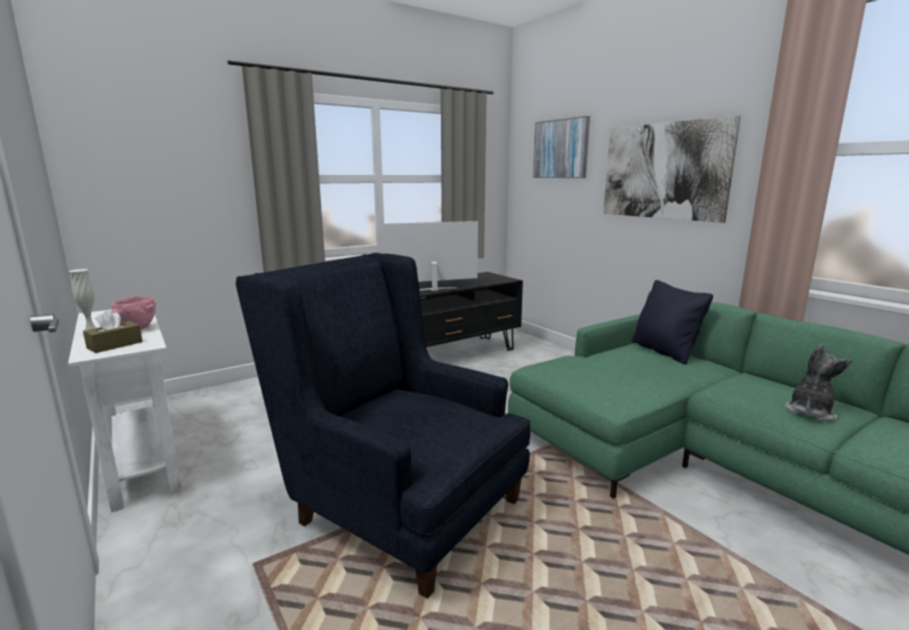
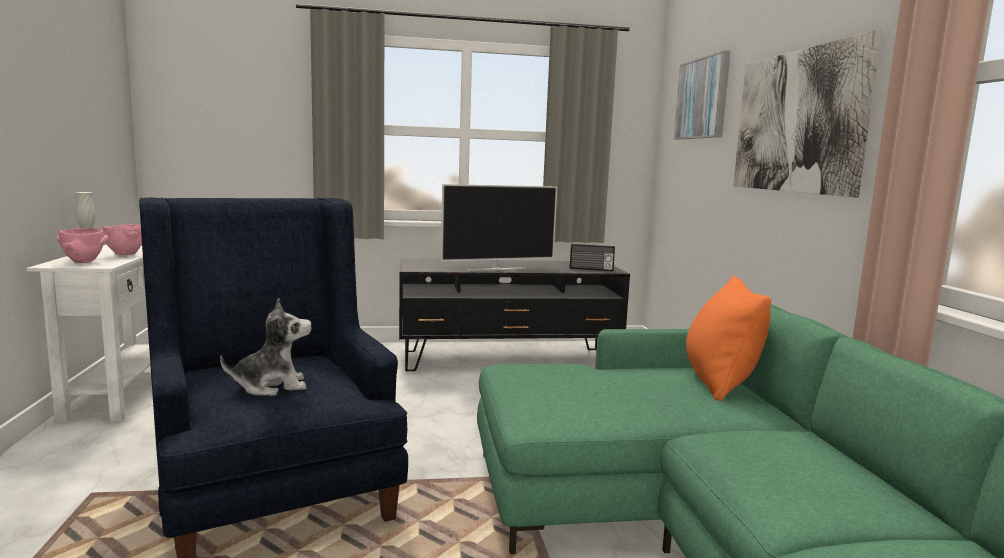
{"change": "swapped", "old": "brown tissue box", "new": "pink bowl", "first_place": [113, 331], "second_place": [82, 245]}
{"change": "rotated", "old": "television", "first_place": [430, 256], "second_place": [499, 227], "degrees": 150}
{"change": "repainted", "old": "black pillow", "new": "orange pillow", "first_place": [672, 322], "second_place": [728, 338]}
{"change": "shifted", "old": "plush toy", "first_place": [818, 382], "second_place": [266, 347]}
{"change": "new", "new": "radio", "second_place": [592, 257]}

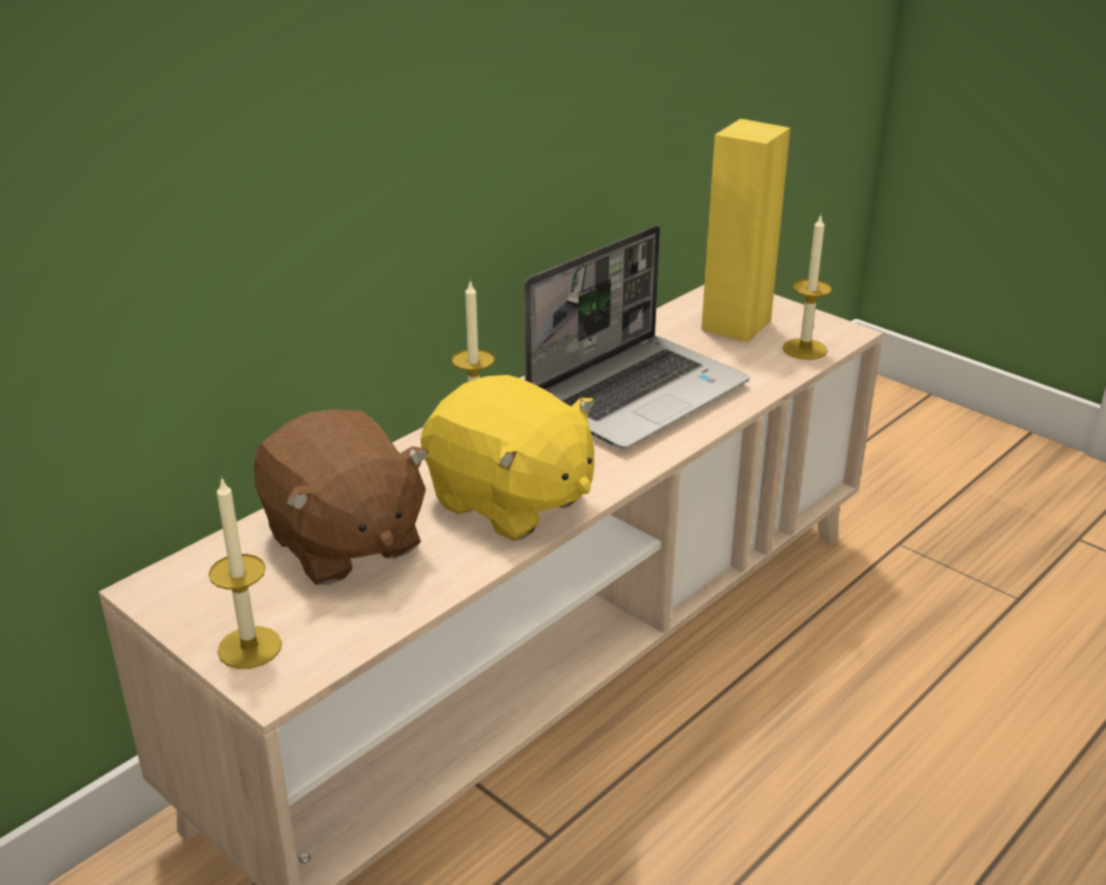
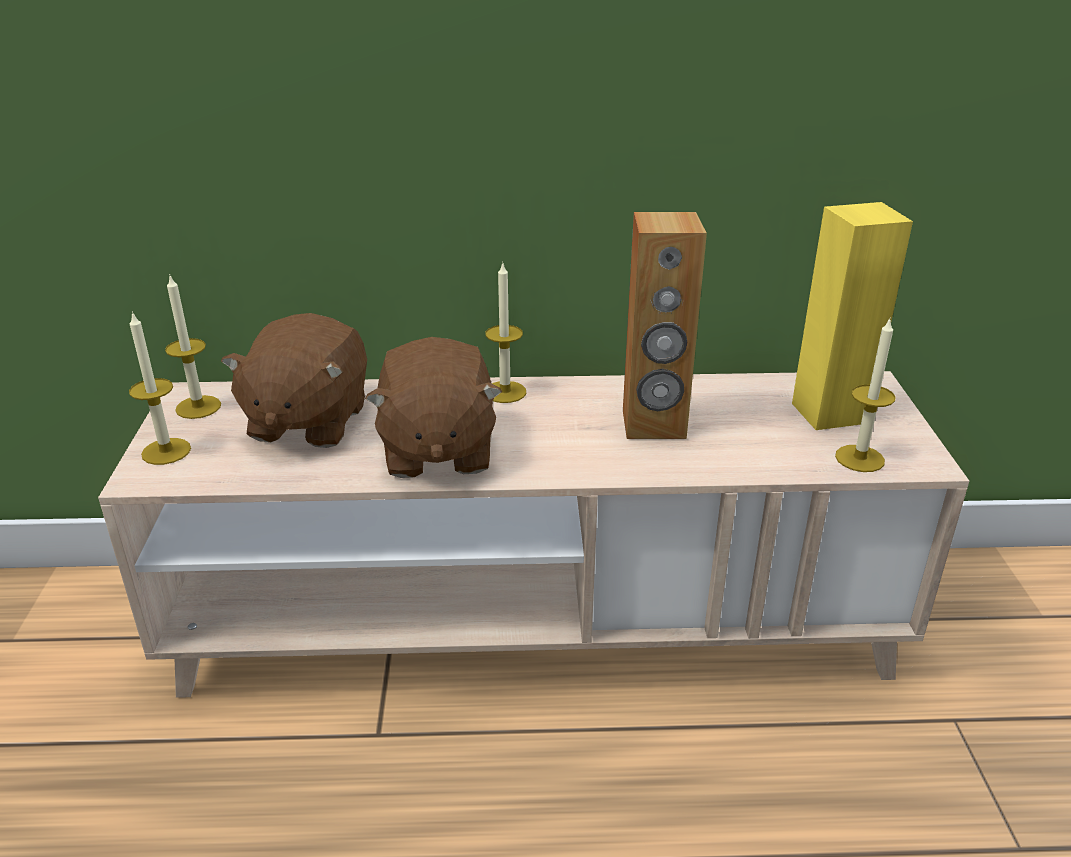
{"change": "repainted", "old": "yellow plush toy", "new": "brown plush toy", "first_place": [507, 458], "second_place": [433, 407]}
{"change": "swapped", "old": "laptop", "new": "brown speaker", "first_place": [637, 337], "second_place": [665, 325]}
{"change": "new", "new": "candle", "second_place": [193, 346]}

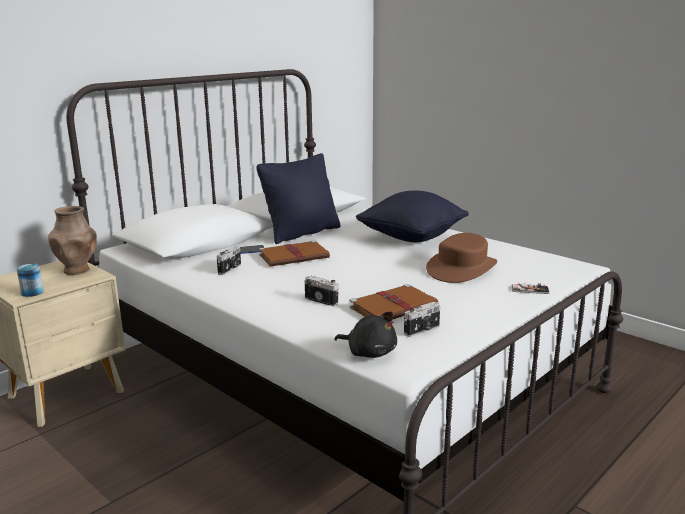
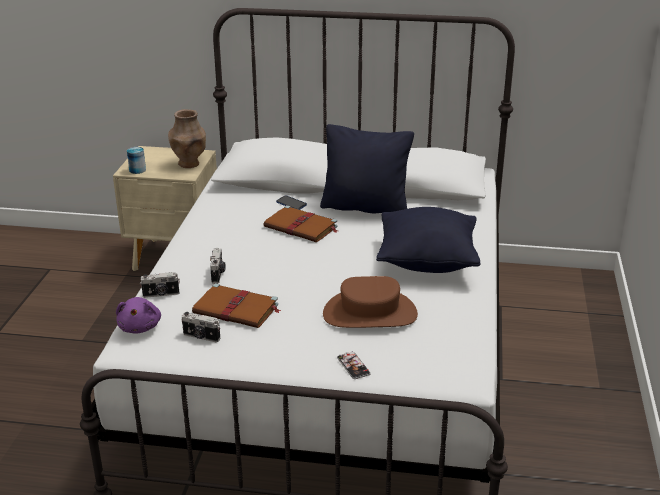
{"change": "shifted", "old": "photo camera", "first_place": [229, 260], "second_place": [160, 285]}
{"change": "repainted", "old": "black plush toy", "new": "purple plush toy", "first_place": [366, 334], "second_place": [138, 315]}

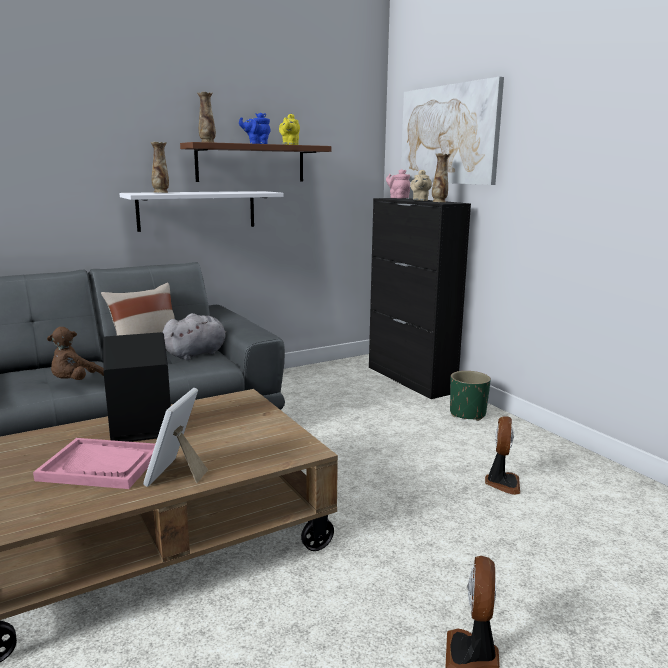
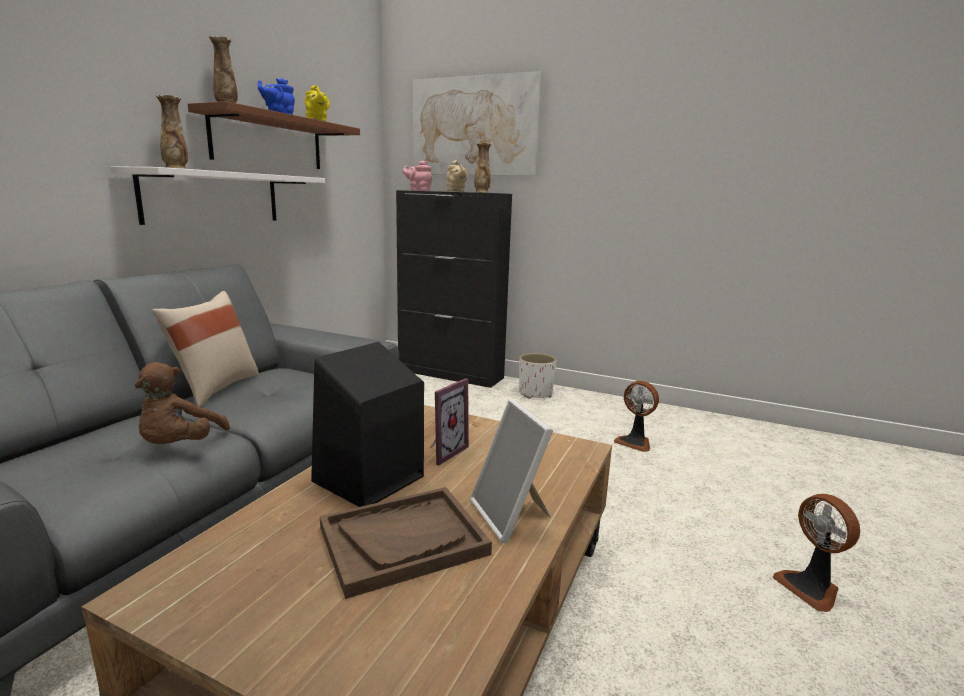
{"change": "repainted", "old": "pink tray", "new": "brown tray", "first_place": [94, 463], "second_place": [406, 543]}
{"change": "gone", "old": "grey plush toy", "first_place": [194, 336]}
{"change": "repainted", "old": "green planter", "new": "white planter", "first_place": [470, 396], "second_place": [537, 376]}
{"change": "rotated", "old": "fan", "first_place": [502, 455], "second_place": [636, 416], "degrees": 150}
{"change": "new", "new": "picture frame", "second_place": [450, 421]}

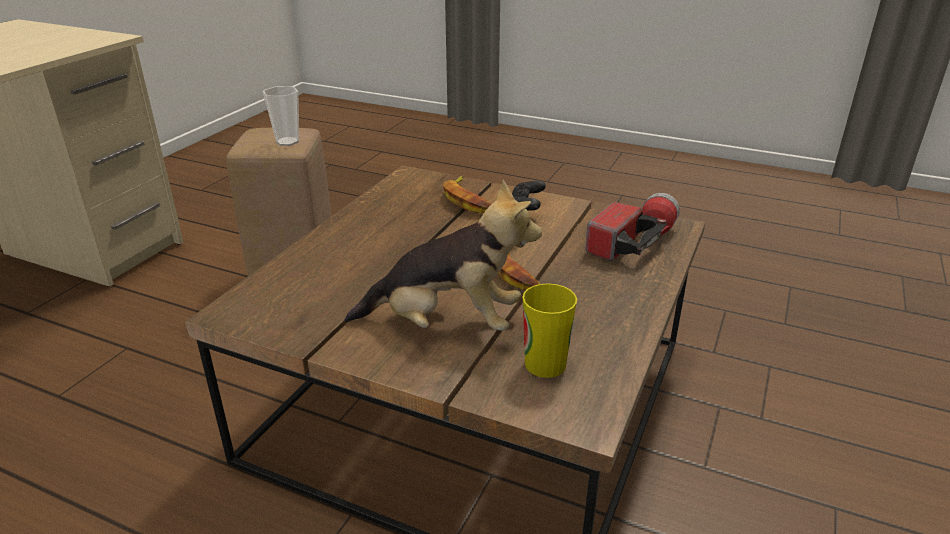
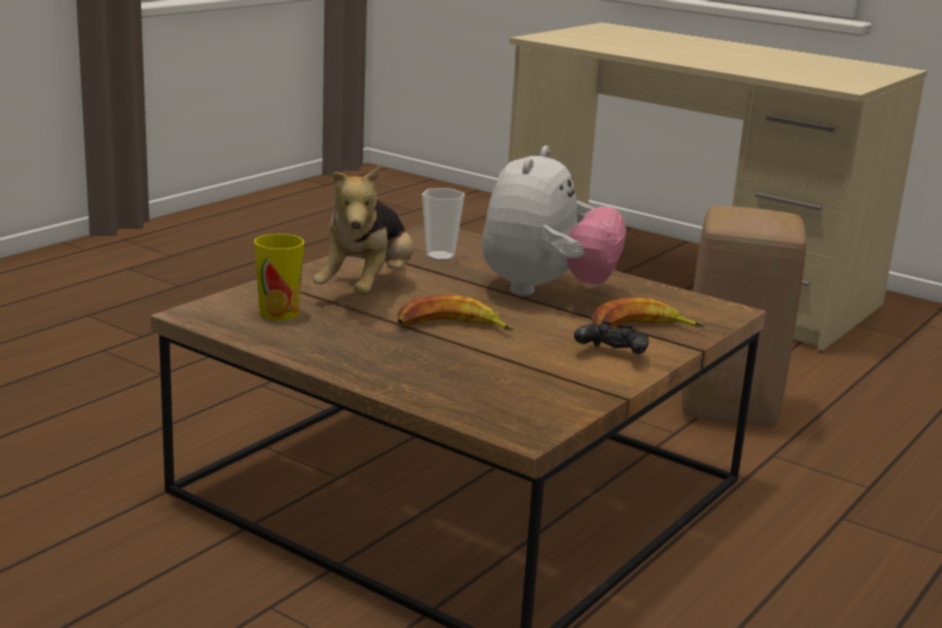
{"change": "shifted", "old": "cup", "first_place": [281, 116], "second_place": [443, 224]}
{"change": "gone", "old": "flashlight", "first_place": [632, 227]}
{"change": "new", "new": "plush toy", "second_place": [554, 221]}

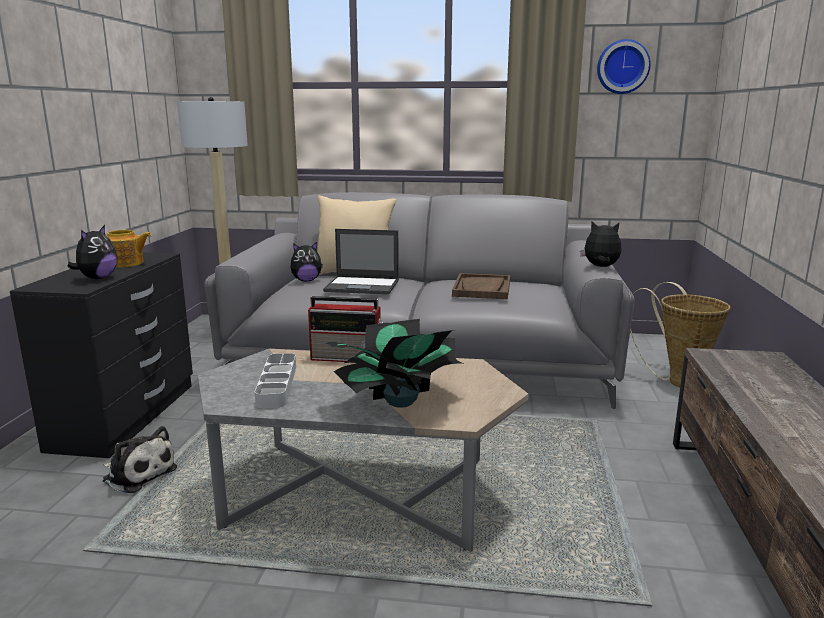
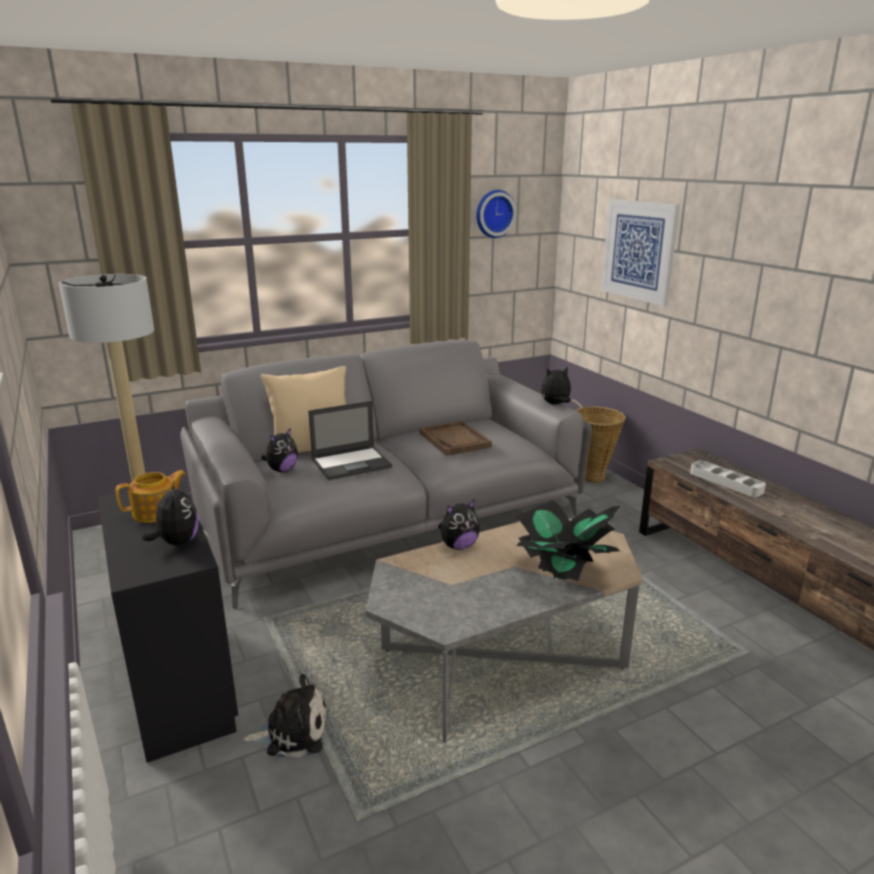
{"change": "shifted", "old": "grey tray", "first_place": [275, 380], "second_place": [728, 478]}
{"change": "swapped", "old": "radio", "new": "plush toy", "first_place": [346, 329], "second_place": [459, 524]}
{"change": "new", "new": "picture", "second_place": [640, 252]}

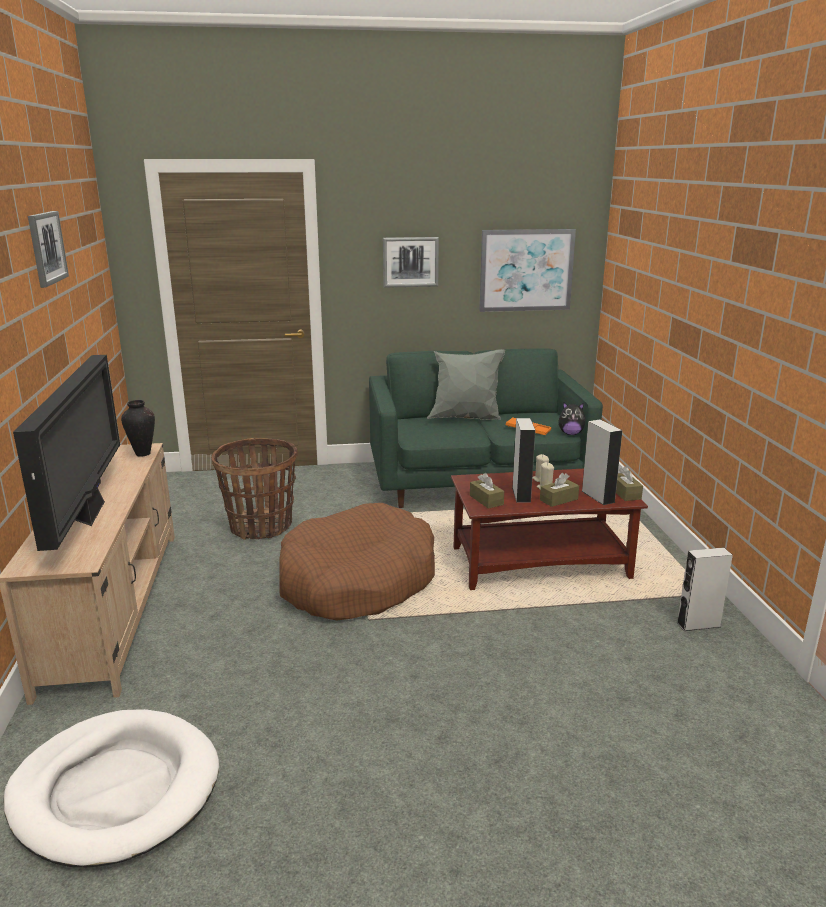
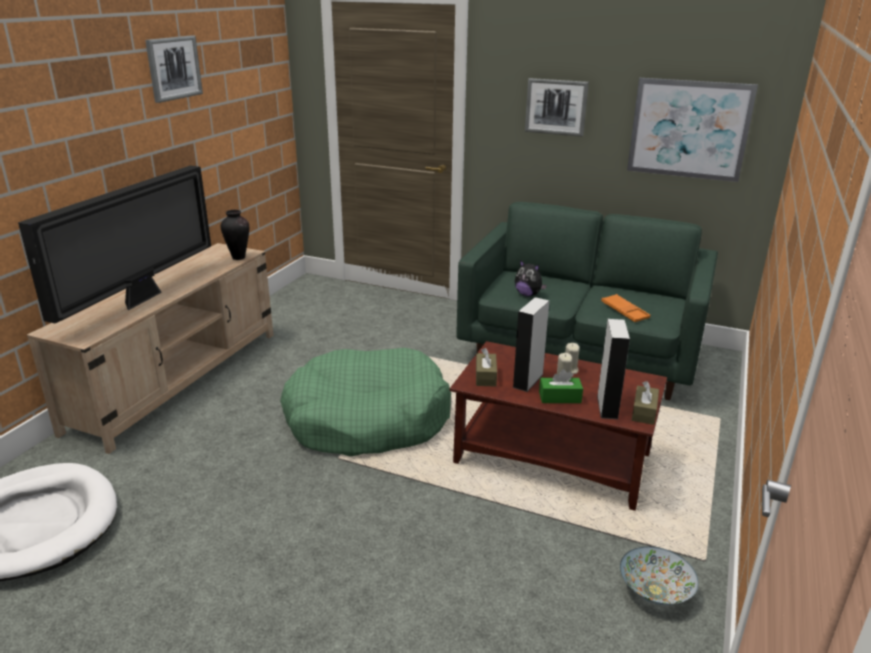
{"change": "gone", "old": "basket", "first_place": [255, 489]}
{"change": "repainted", "old": "brown dog bed", "new": "green dog bed", "first_place": [357, 562], "second_place": [365, 402]}
{"change": "gone", "old": "grey pillow", "first_place": [466, 384]}
{"change": "repainted", "old": "brown tissue box", "new": "green tissue box", "first_place": [559, 490], "second_place": [561, 386]}
{"change": "shifted", "old": "plush toy", "first_place": [571, 418], "second_place": [531, 278]}
{"change": "swapped", "old": "grey speaker", "new": "bowl", "first_place": [704, 589], "second_place": [659, 575]}

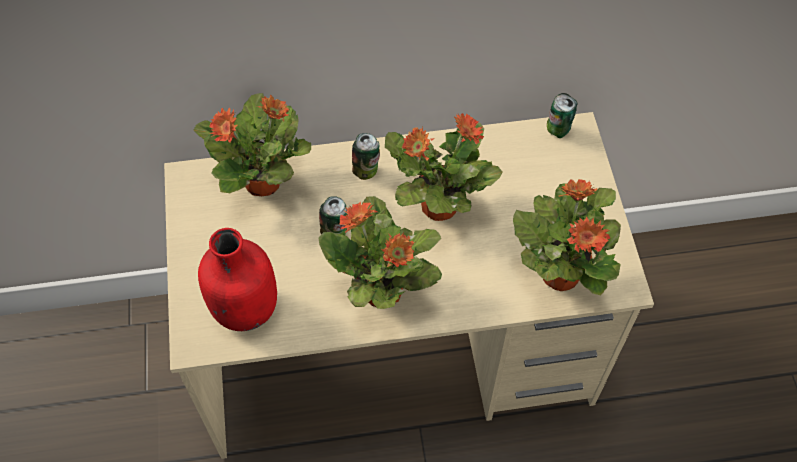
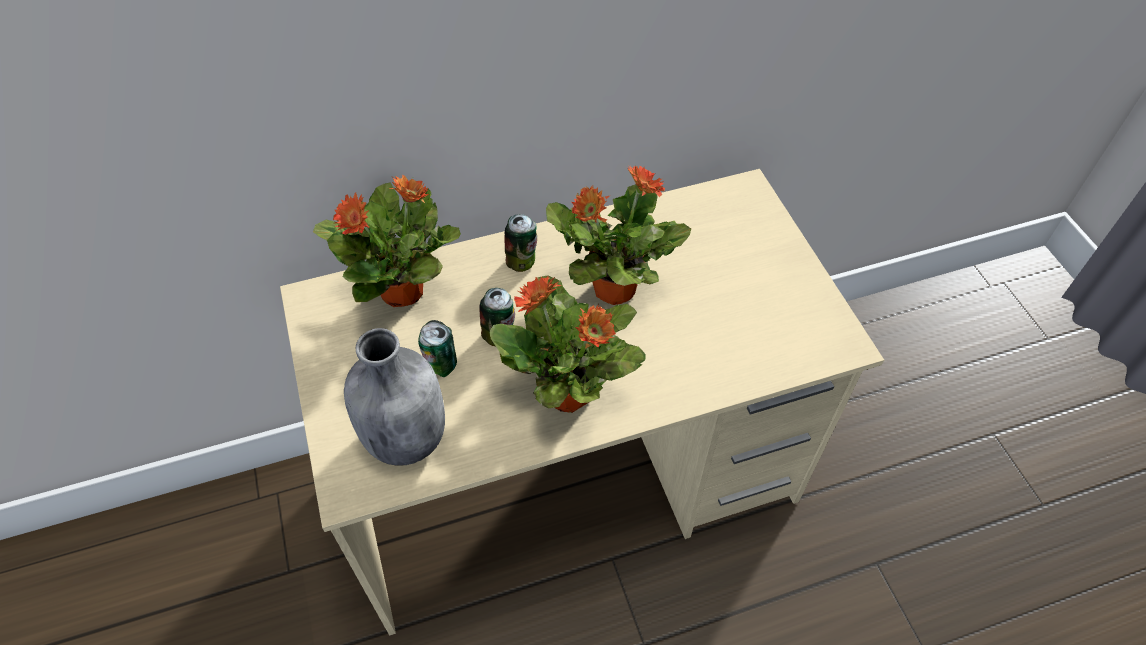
{"change": "repainted", "old": "red bottle", "new": "grey bottle", "first_place": [237, 279], "second_place": [394, 397]}
{"change": "gone", "old": "potted plant", "first_place": [567, 237]}
{"change": "shifted", "old": "can", "first_place": [562, 115], "second_place": [437, 348]}

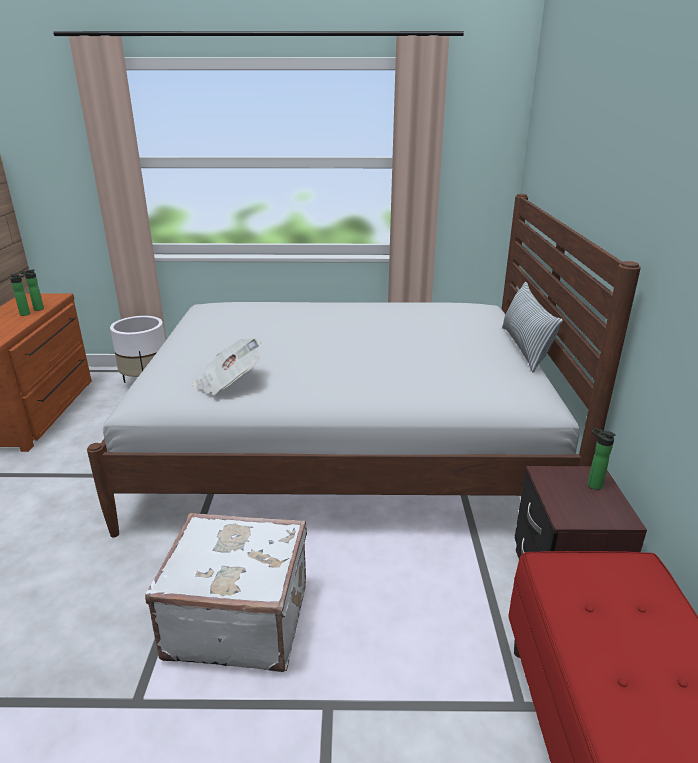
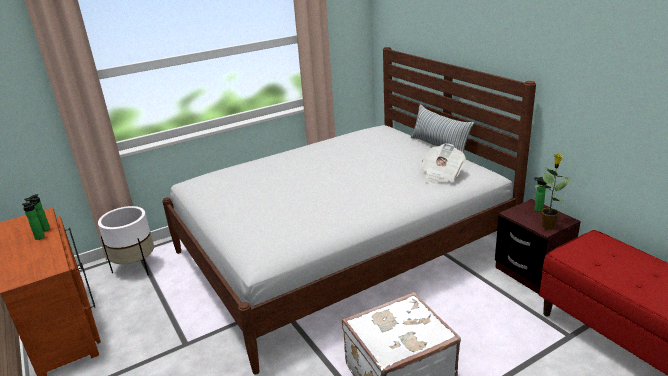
{"change": "shifted", "old": "newspaper", "first_place": [226, 366], "second_place": [444, 163]}
{"change": "new", "new": "potted plant", "second_place": [553, 191]}

